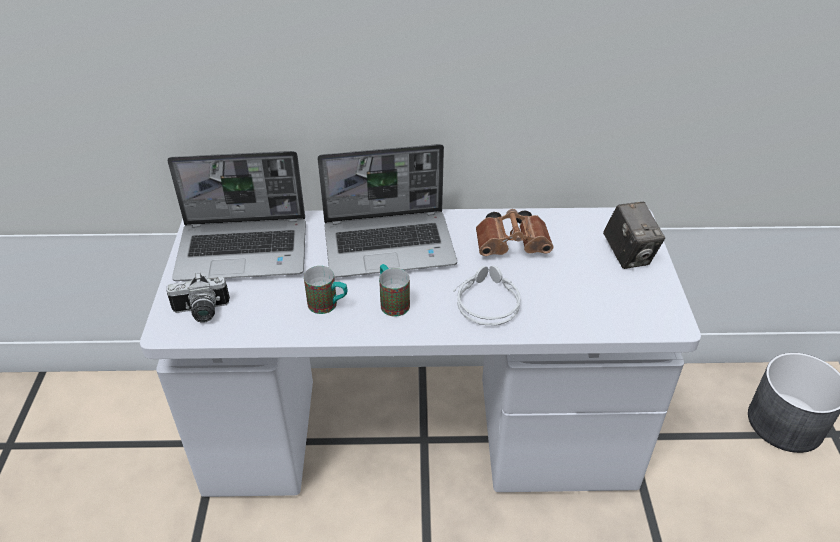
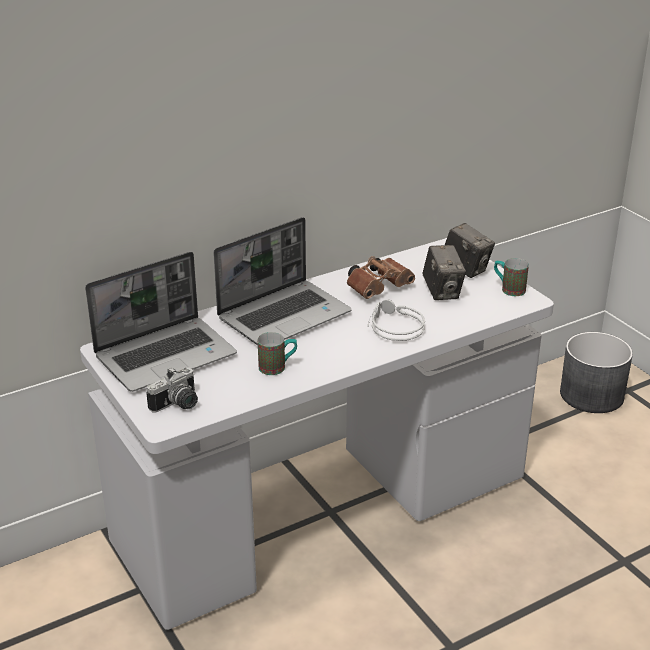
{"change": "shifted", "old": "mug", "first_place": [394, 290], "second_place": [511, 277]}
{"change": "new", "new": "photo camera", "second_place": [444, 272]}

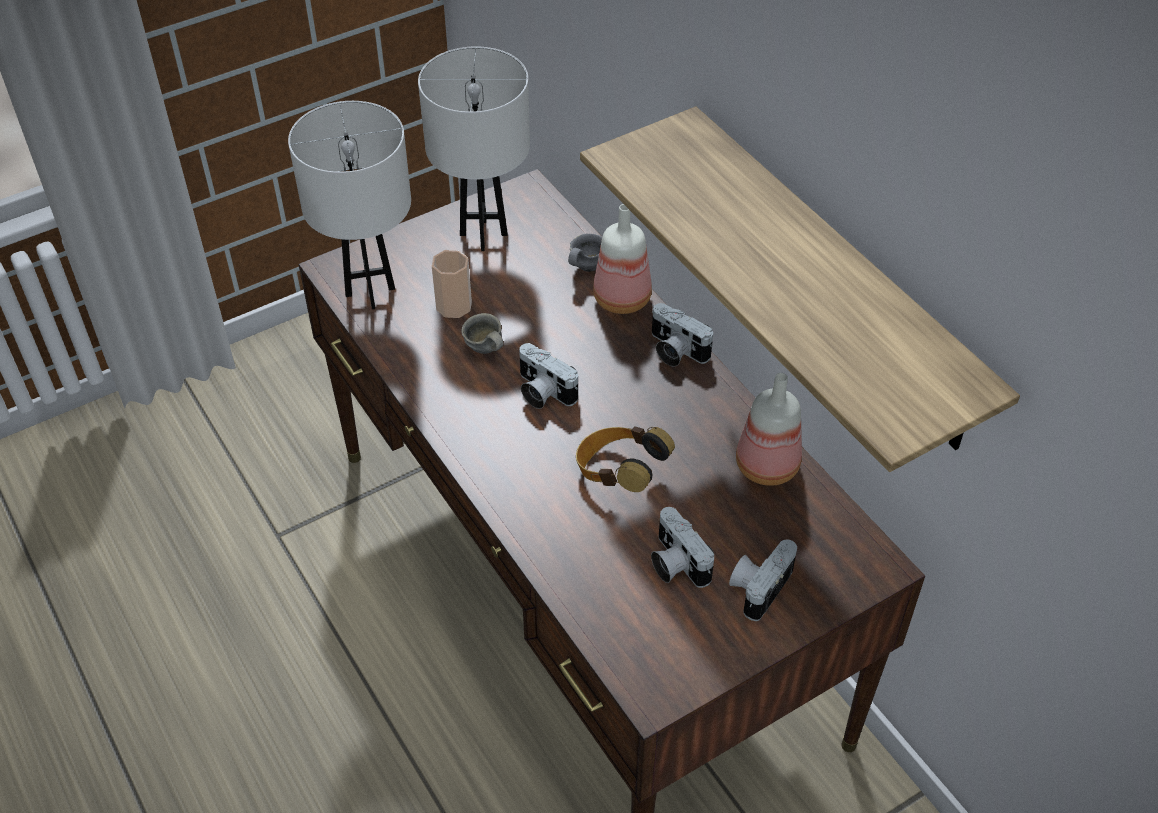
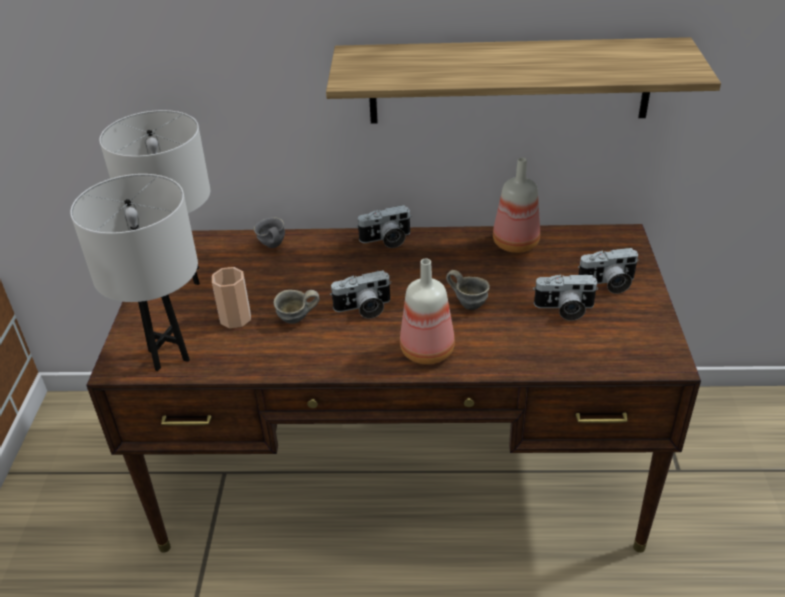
{"change": "swapped", "old": "headphones", "new": "grey mug", "first_place": [625, 459], "second_place": [468, 290]}
{"change": "shifted", "old": "bottle", "first_place": [622, 259], "second_place": [427, 311]}
{"change": "rotated", "old": "photo camera", "first_place": [763, 580], "second_place": [608, 271], "degrees": -75}

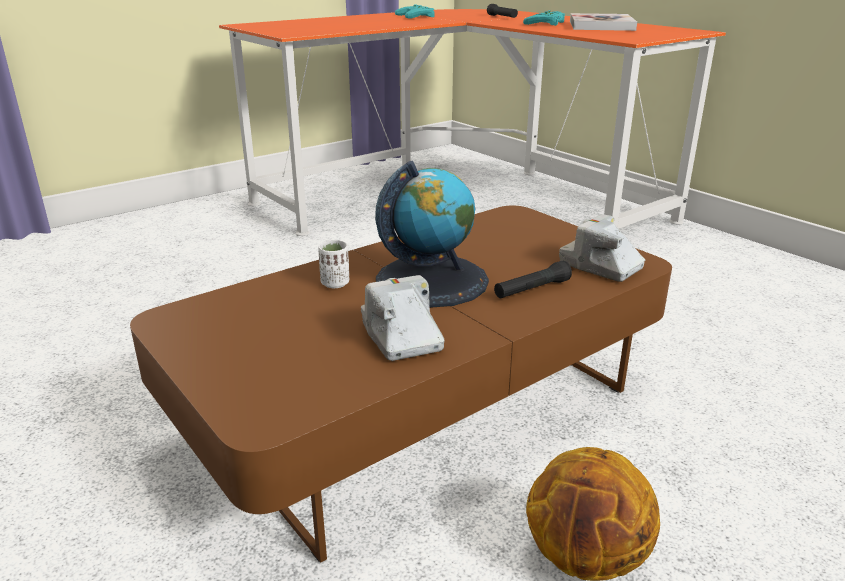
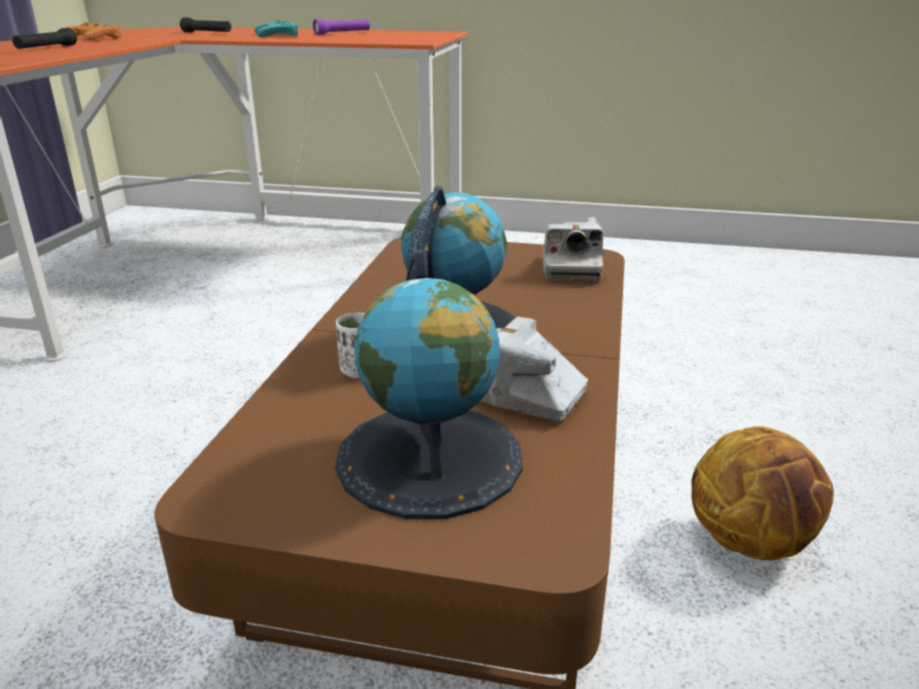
{"change": "repainted", "old": "turquoise game controller", "new": "orange game controller", "first_place": [415, 11], "second_place": [93, 31]}
{"change": "shifted", "old": "black flashlight", "first_place": [533, 279], "second_place": [44, 38]}
{"change": "rotated", "old": "photo camera", "first_place": [602, 248], "second_place": [573, 249], "degrees": -90}
{"change": "swapped", "old": "book", "new": "purple flashlight", "first_place": [603, 22], "second_place": [341, 27]}
{"change": "new", "new": "globe", "second_place": [429, 385]}

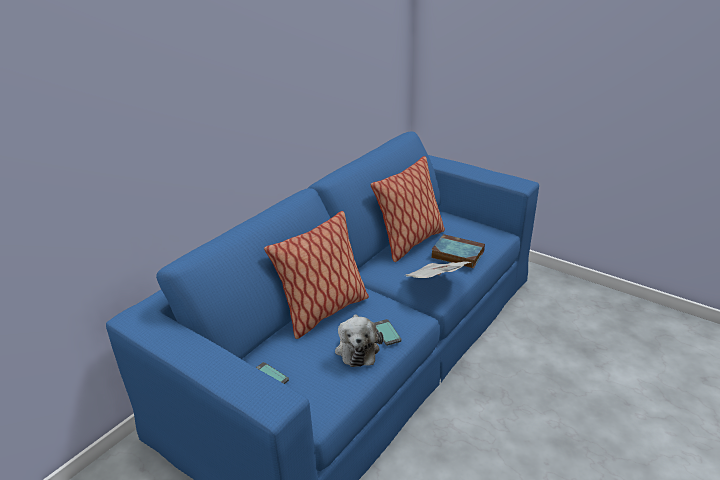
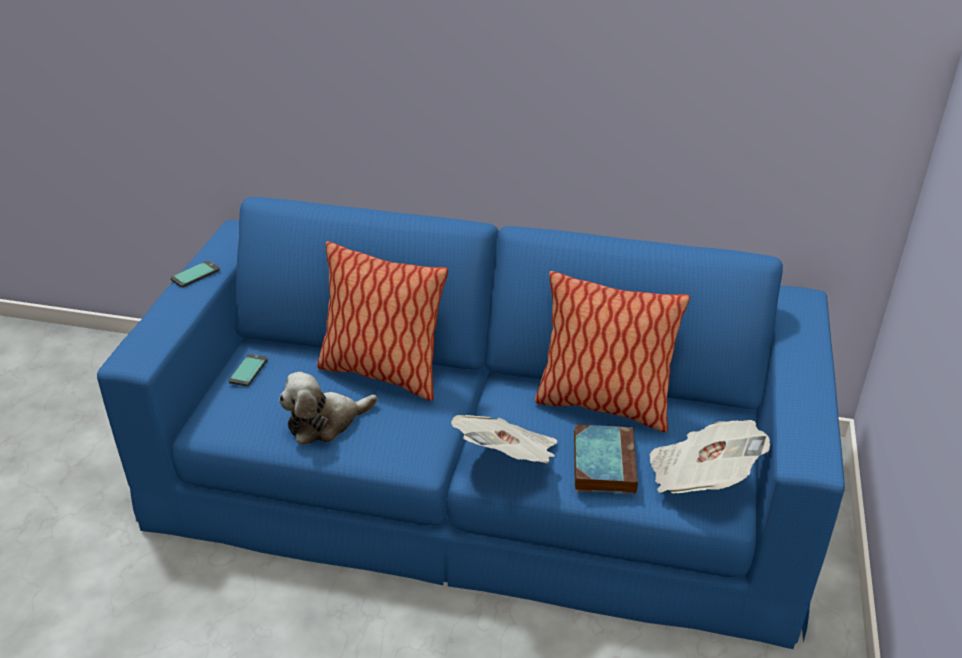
{"change": "shifted", "old": "phone", "first_place": [388, 332], "second_place": [195, 274]}
{"change": "new", "new": "newspaper", "second_place": [709, 456]}

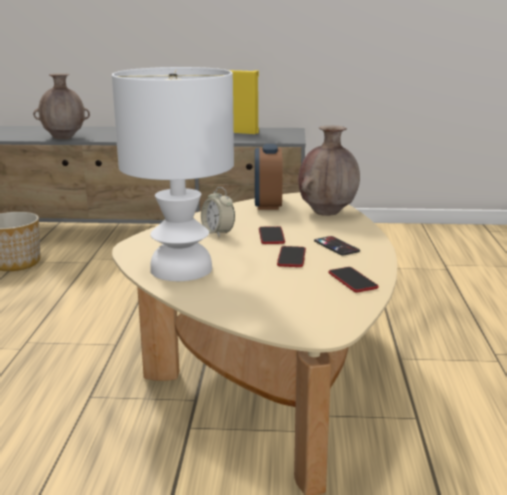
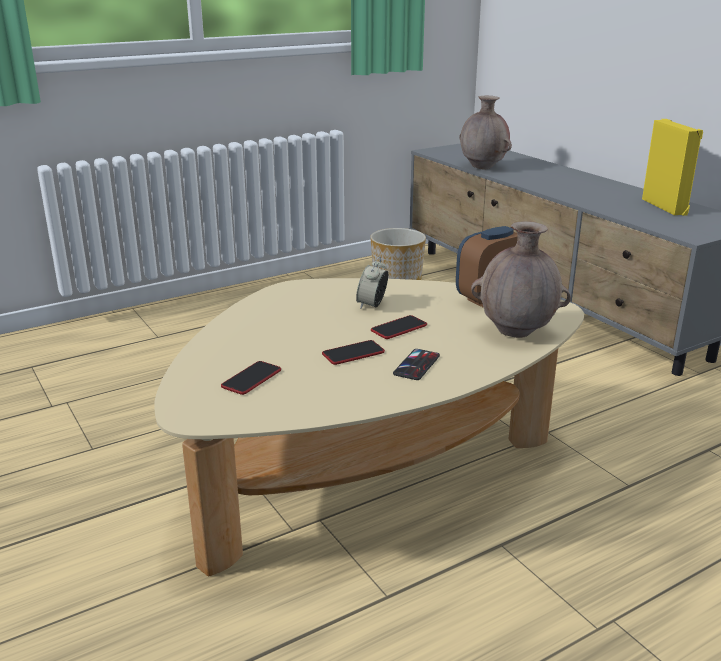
{"change": "gone", "old": "white table lamp", "first_place": [173, 174]}
{"change": "shifted", "old": "phone", "first_place": [353, 279], "second_place": [251, 378]}

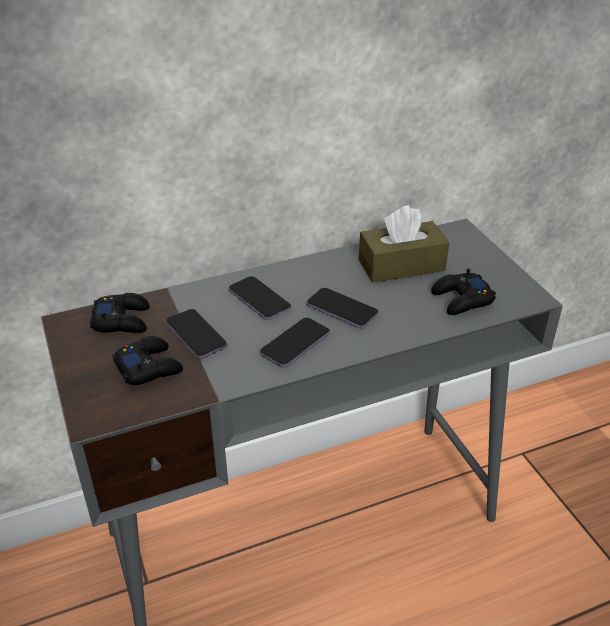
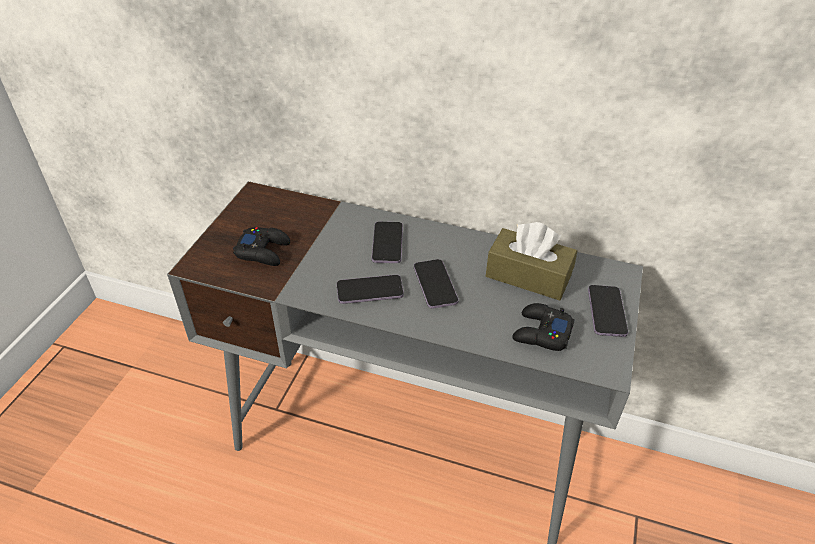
{"change": "gone", "old": "black game controller", "first_place": [120, 313]}
{"change": "shifted", "old": "phone", "first_place": [196, 334], "second_place": [608, 311]}

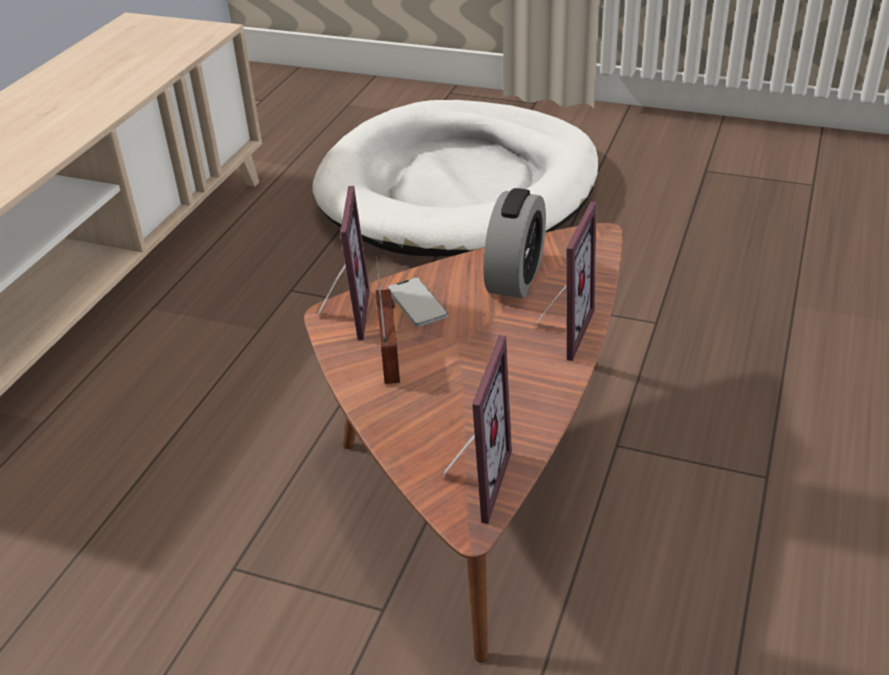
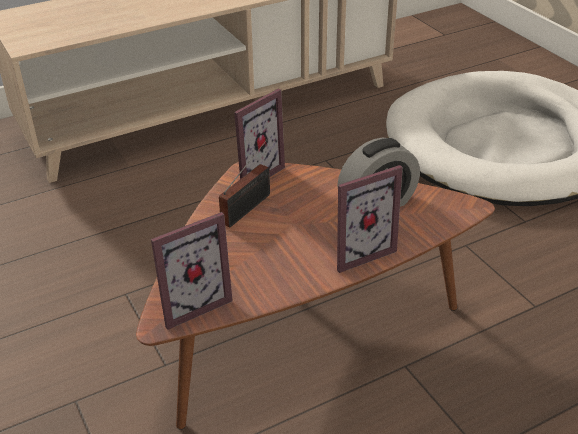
{"change": "gone", "old": "phone", "first_place": [417, 302]}

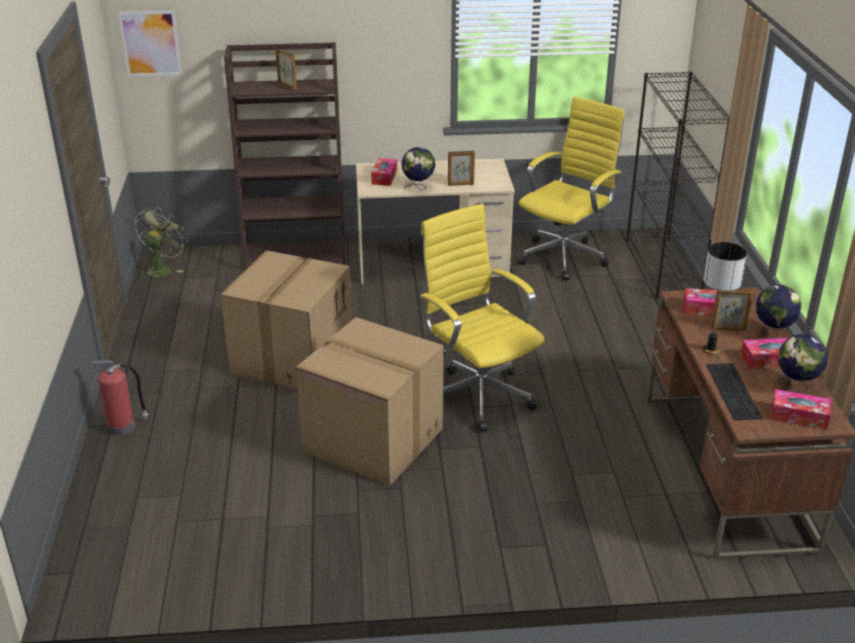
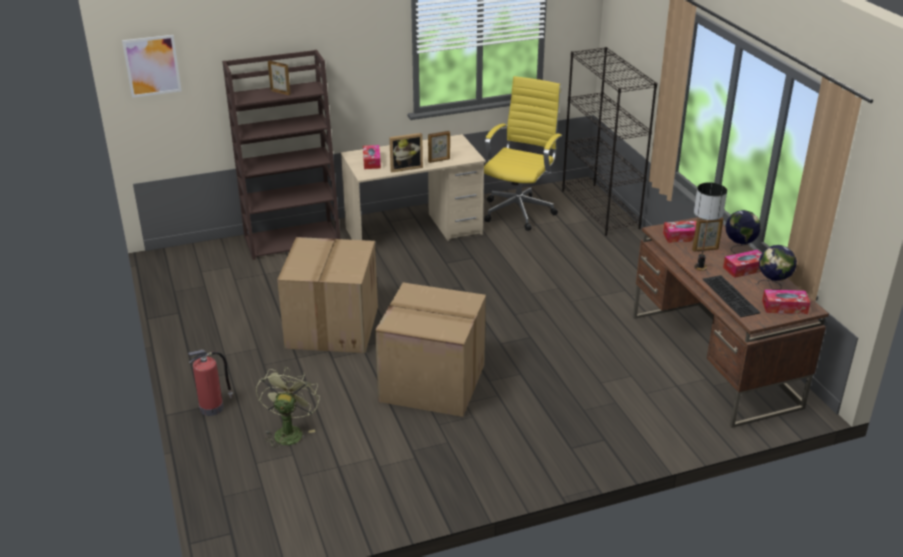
{"change": "shifted", "old": "green fan", "first_place": [161, 243], "second_place": [288, 408]}
{"change": "swapped", "old": "globe", "new": "picture frame", "first_place": [418, 168], "second_place": [406, 153]}
{"change": "gone", "old": "yellow office chair", "first_place": [482, 318]}

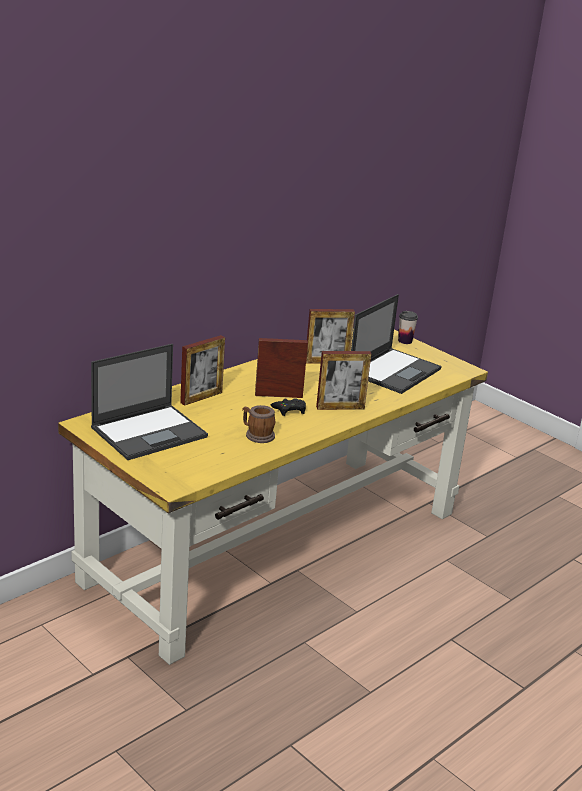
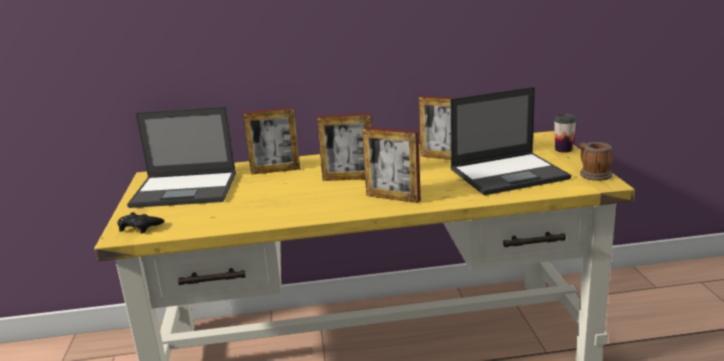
{"change": "shifted", "old": "mug", "first_place": [258, 424], "second_place": [596, 161]}
{"change": "rotated", "old": "picture frame", "first_place": [281, 368], "second_place": [344, 147], "degrees": 150}
{"change": "shifted", "old": "black game controller", "first_place": [288, 407], "second_place": [140, 223]}

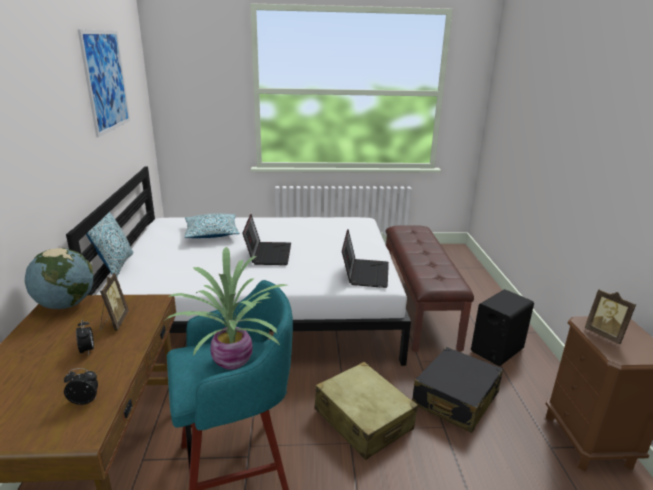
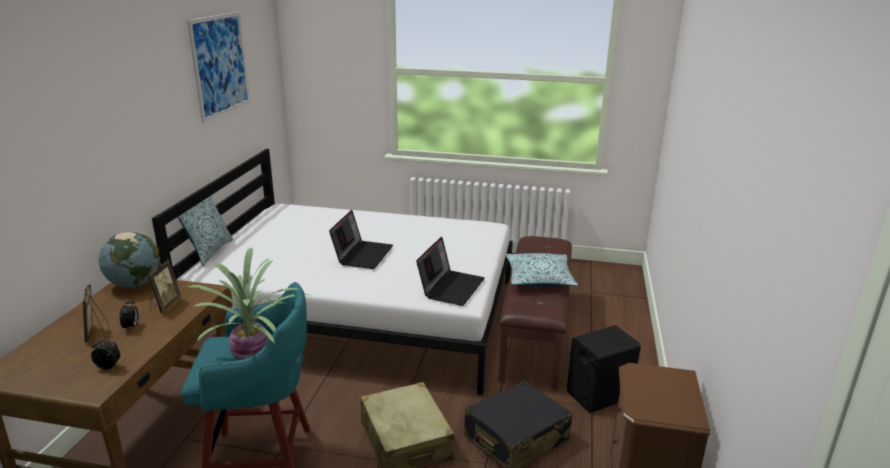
{"change": "shifted", "old": "pillow", "first_place": [212, 225], "second_place": [542, 269]}
{"change": "shifted", "old": "picture frame", "first_place": [610, 317], "second_place": [96, 313]}

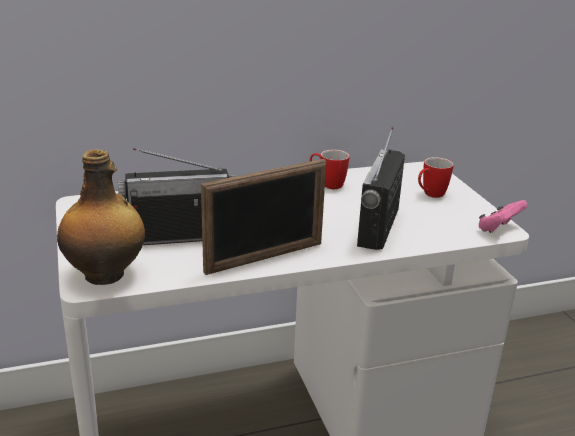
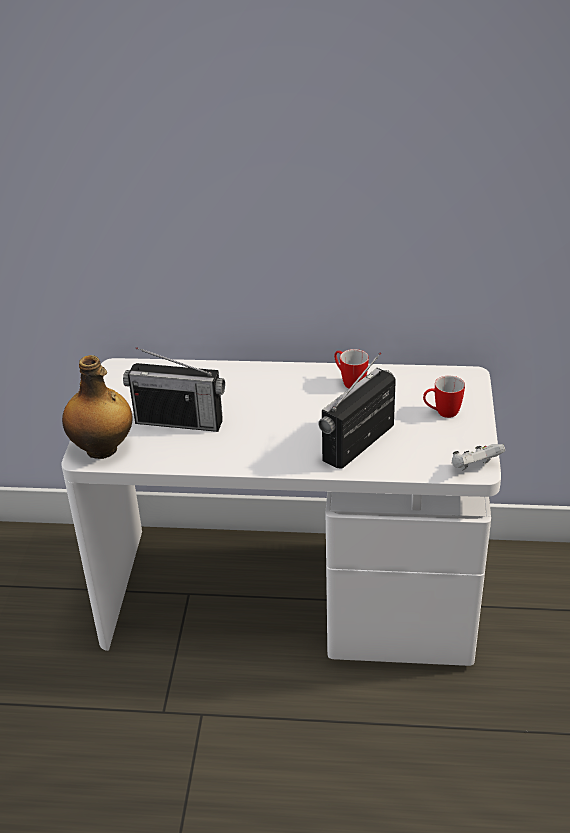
{"change": "gone", "old": "picture frame", "first_place": [263, 217]}
{"change": "repainted", "old": "pink game controller", "new": "white game controller", "first_place": [503, 216], "second_place": [478, 457]}

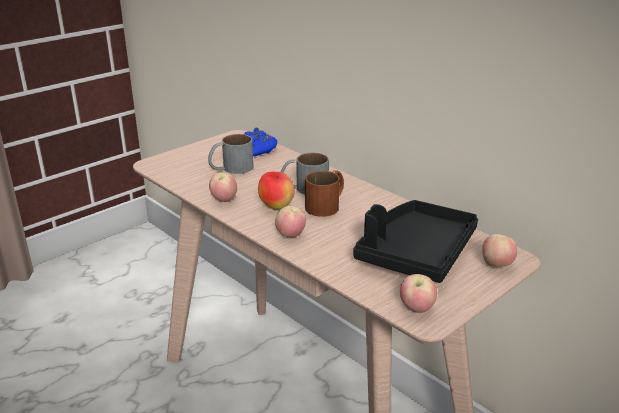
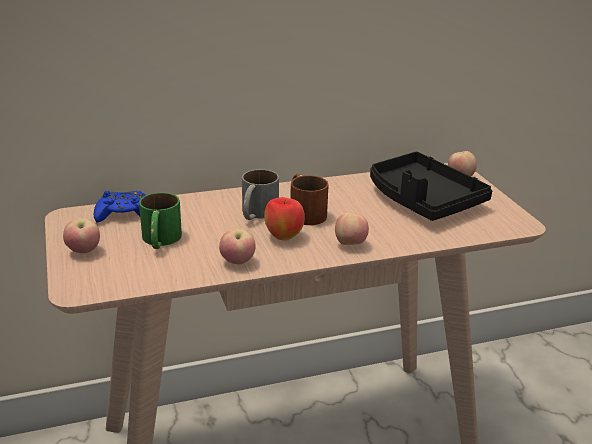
{"change": "repainted", "old": "grey mug", "new": "green mug", "first_place": [231, 154], "second_place": [160, 220]}
{"change": "shifted", "old": "apple", "first_place": [418, 293], "second_place": [81, 235]}

